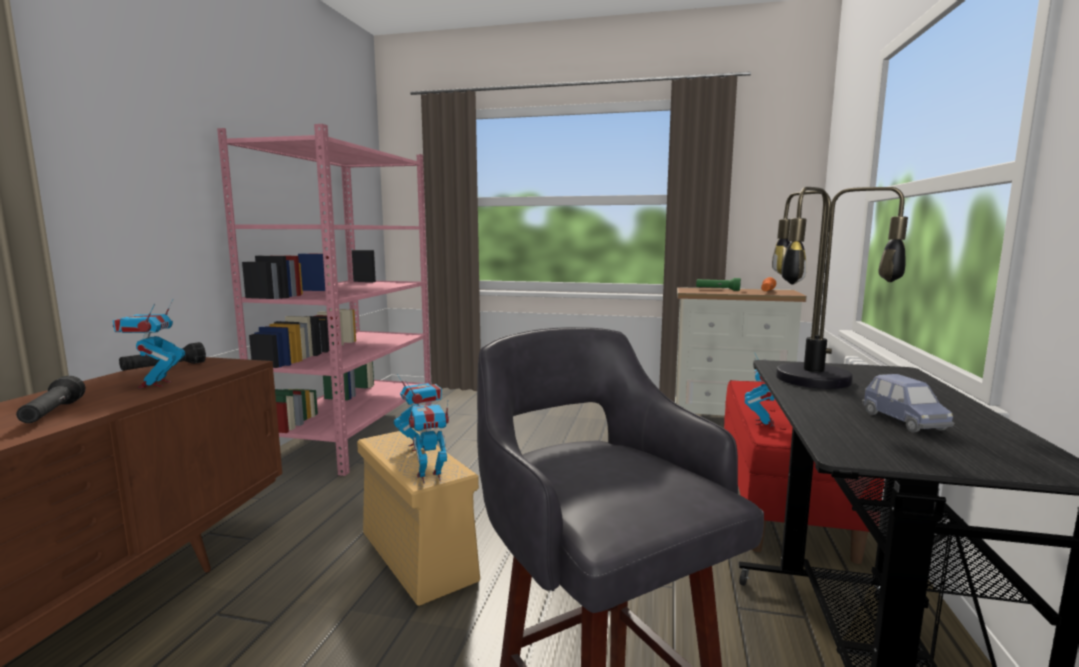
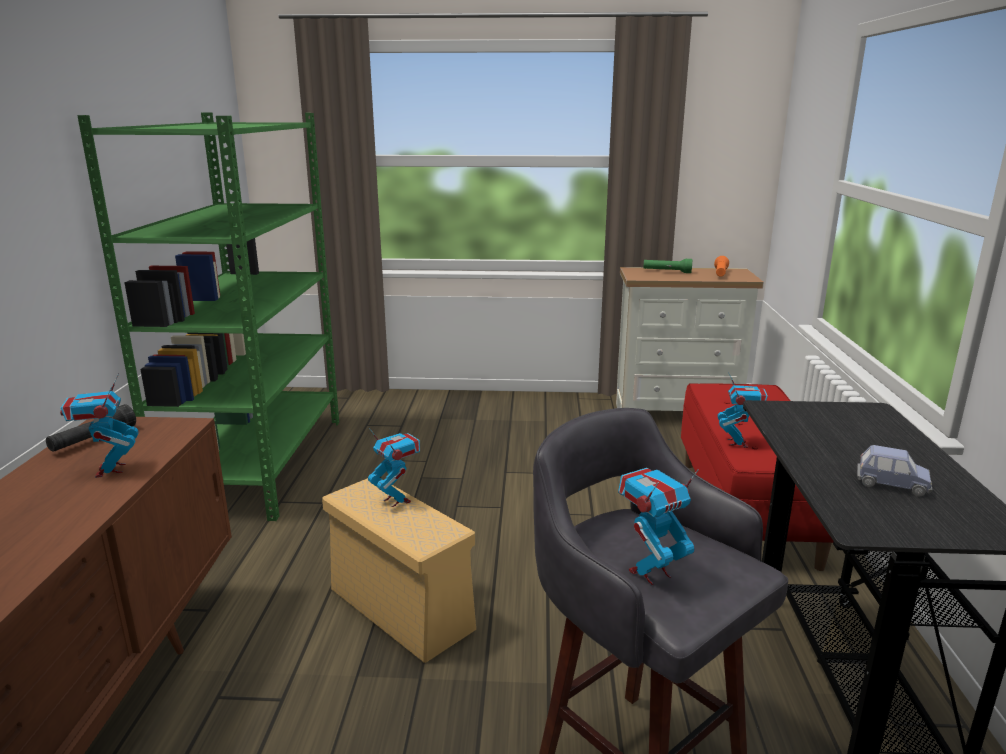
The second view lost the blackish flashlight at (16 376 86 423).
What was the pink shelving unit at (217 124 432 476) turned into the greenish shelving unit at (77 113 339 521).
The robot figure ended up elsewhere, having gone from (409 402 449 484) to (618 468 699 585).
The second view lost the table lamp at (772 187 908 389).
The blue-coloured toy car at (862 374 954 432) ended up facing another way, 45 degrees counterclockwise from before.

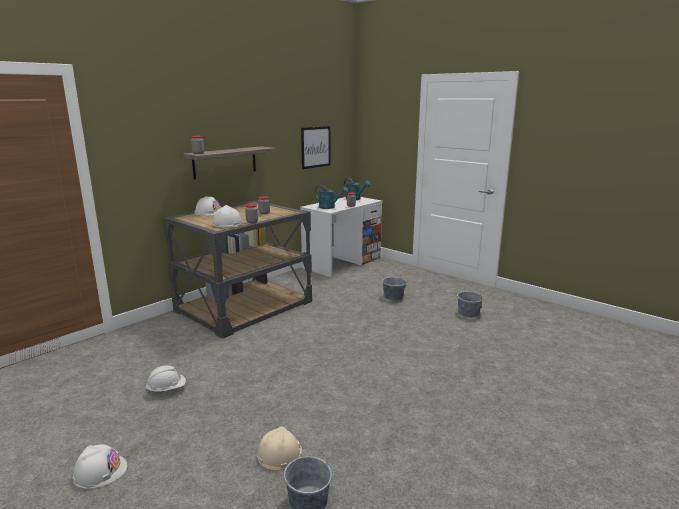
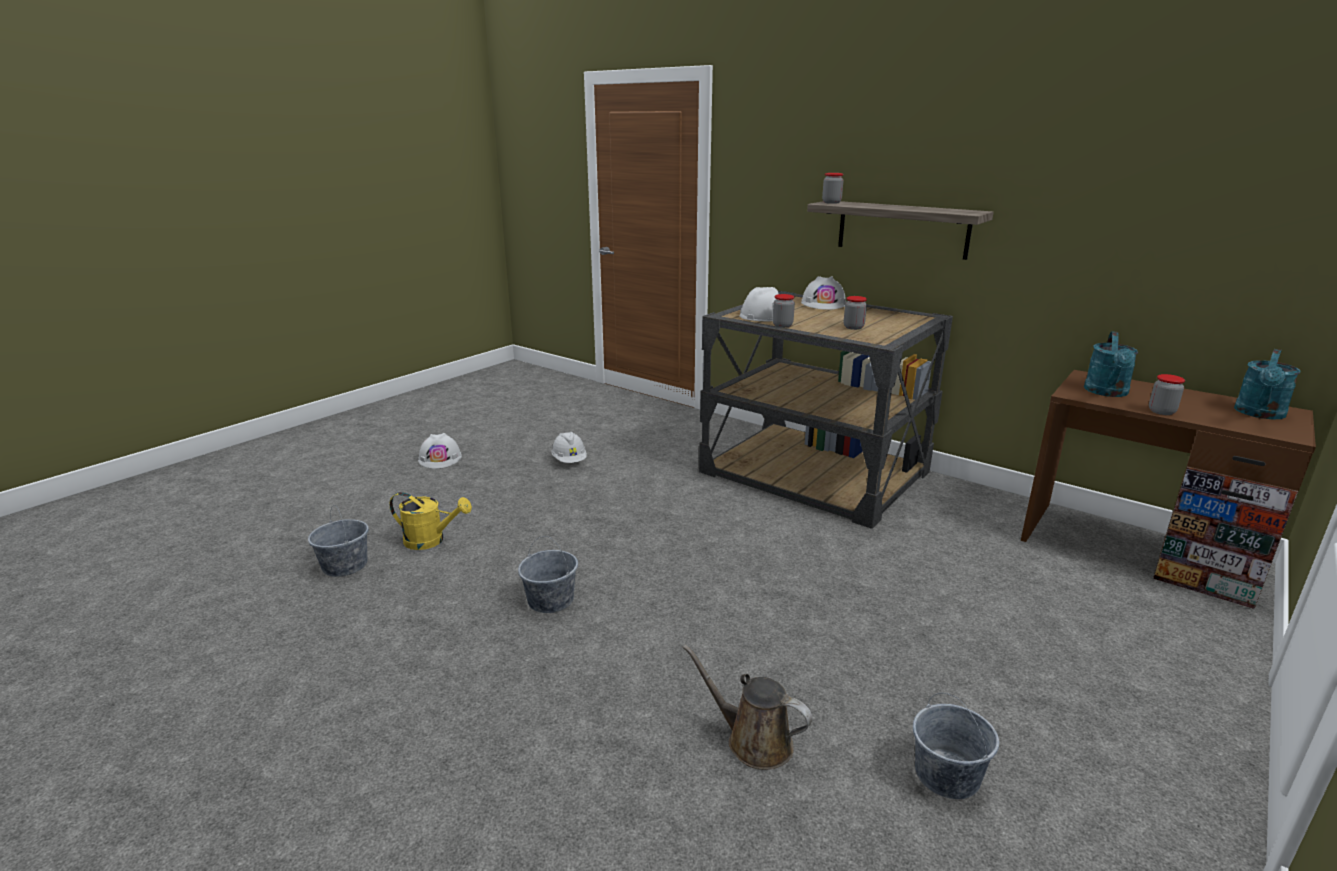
Where the sand-coloured hard hat stood at (257 426 302 470), the yellow watering can came to stand at (389 492 472 550).
What was the white desk table at (300 197 383 277) turned into the brownish desk table at (1021 370 1316 609).
The second view lost the wall picture at (301 126 331 169).
The greyish water bucket ended up elsewhere, having gone from (382 269 406 301) to (518 536 578 613).
The second view gained the brownish watering can at (682 644 813 770).

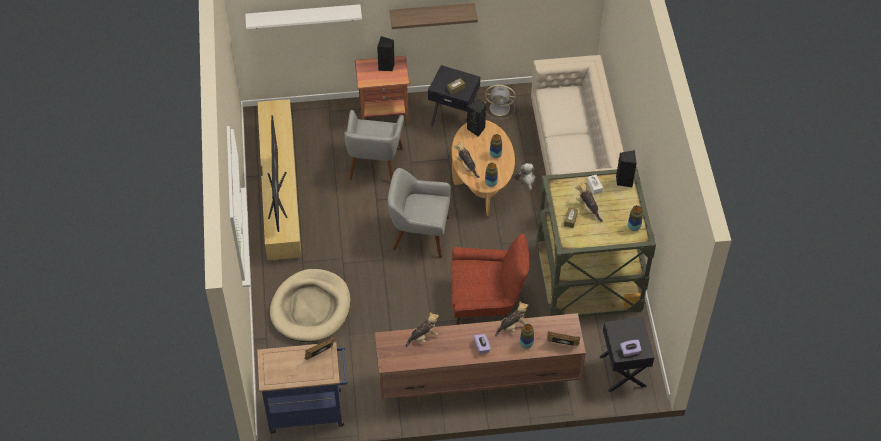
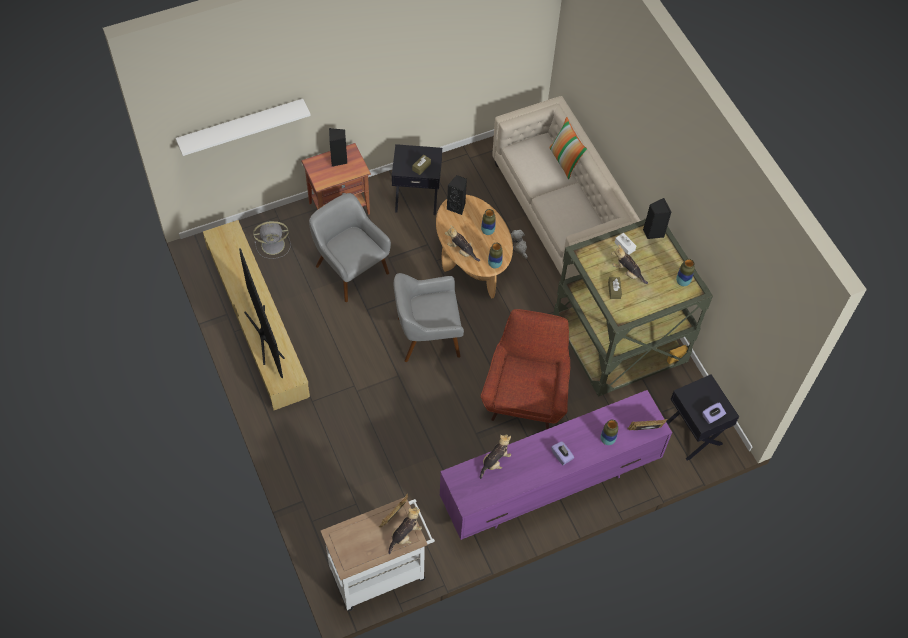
What was the blue-coloured trolley at (257 342 348 433) turned into the white trolley at (321 497 435 611).
The second view lost the sand-coloured pet bed at (270 269 351 342).
The greyish armchair at (344 110 404 180) ended up facing another way, 150 degrees clockwise from before.
What was the brownish cabinet at (375 313 586 402) turned into the purple cabinet at (440 390 672 540).
The second view lost the shelf at (390 3 478 29).
The red-coloured armchair at (451 233 529 325) ended up facing another way, 60 degrees counterclockwise from before.
The greyish cooling fan ended up elsewhere, having gone from (485 85 516 119) to (253 221 291 259).
The soft toy ended up elsewhere, having gone from (495 302 528 337) to (389 507 422 554).
The second view gained the throw pillow at (549 117 587 179).

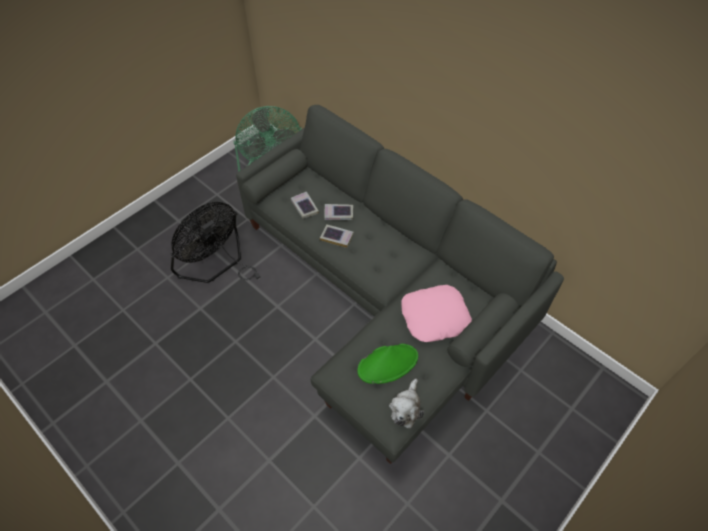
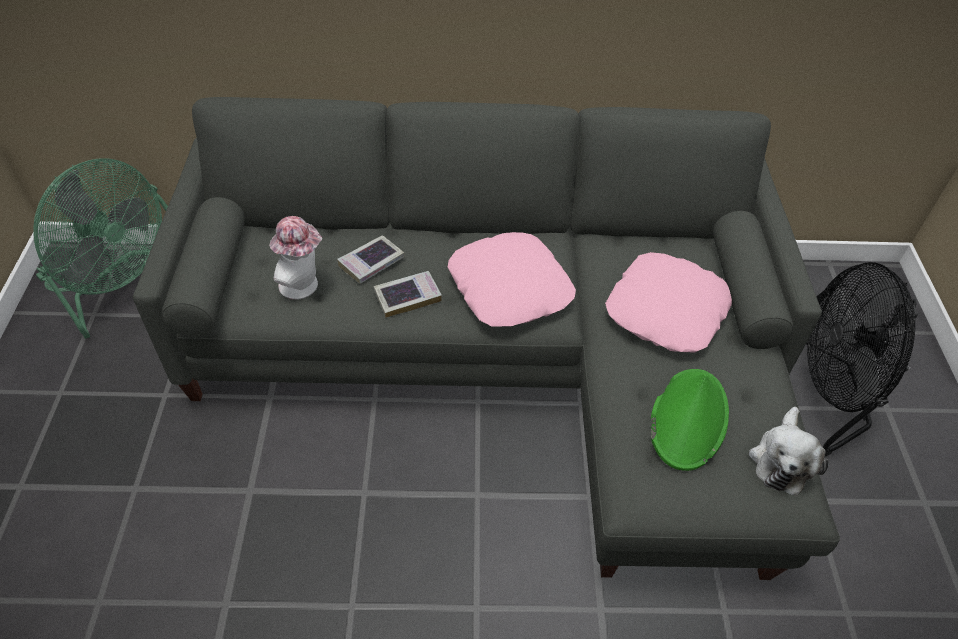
The blackish cooling fan ended up elsewhere, having gone from (171 202 260 283) to (806 262 918 456).
Where the bound book stood at (291 192 319 219), the clothing hat came to stand at (269 216 322 300).
The soft toy at (389 378 424 429) ended up facing another way, 45 degrees clockwise from before.
The second view gained the pink throw pillow at (448 232 576 327).

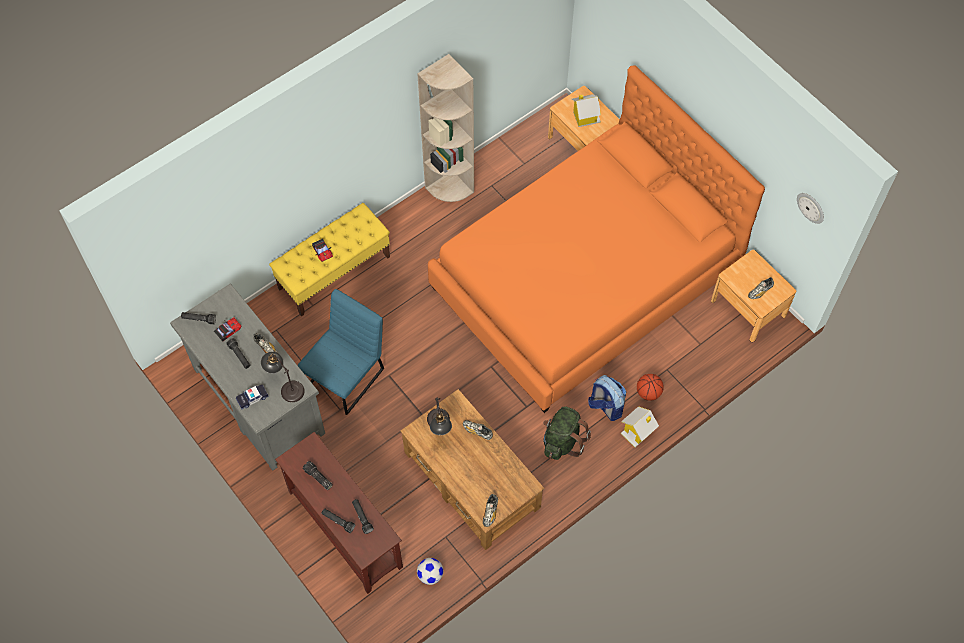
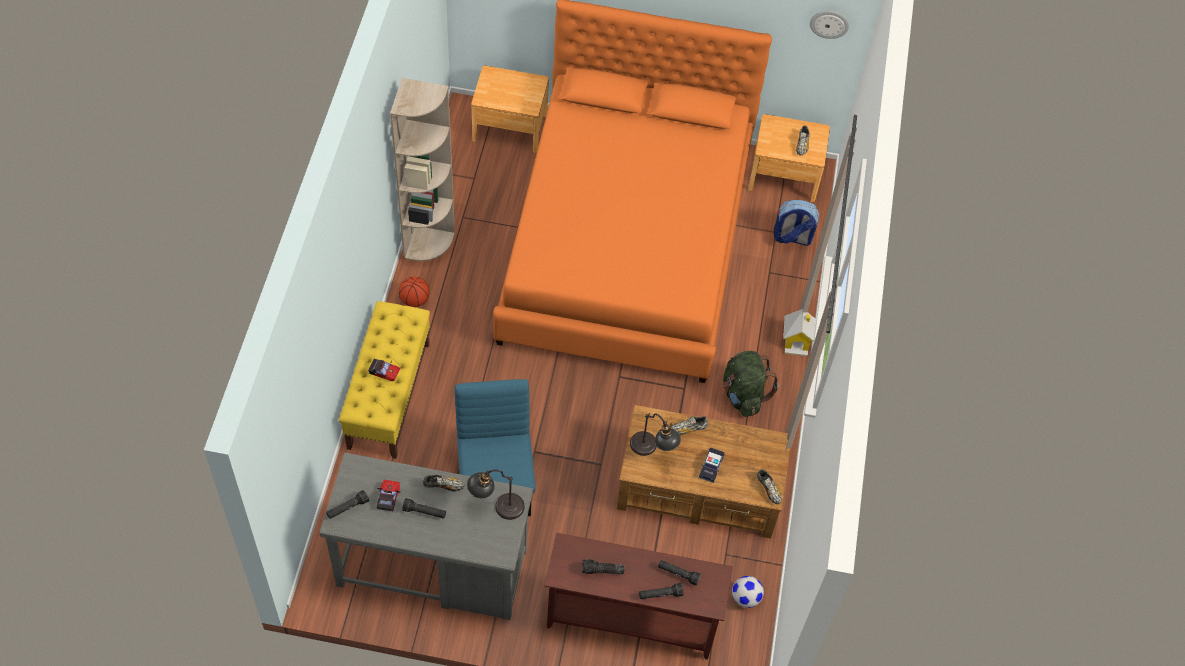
The toy car ended up elsewhere, having gone from (236 385 269 410) to (699 448 725 483).
The second view lost the model house at (572 94 601 127).
The knapsack ended up elsewhere, having gone from (588 375 626 421) to (774 200 819 246).
The basketball ball ended up elsewhere, having gone from (637 374 664 401) to (399 277 429 307).

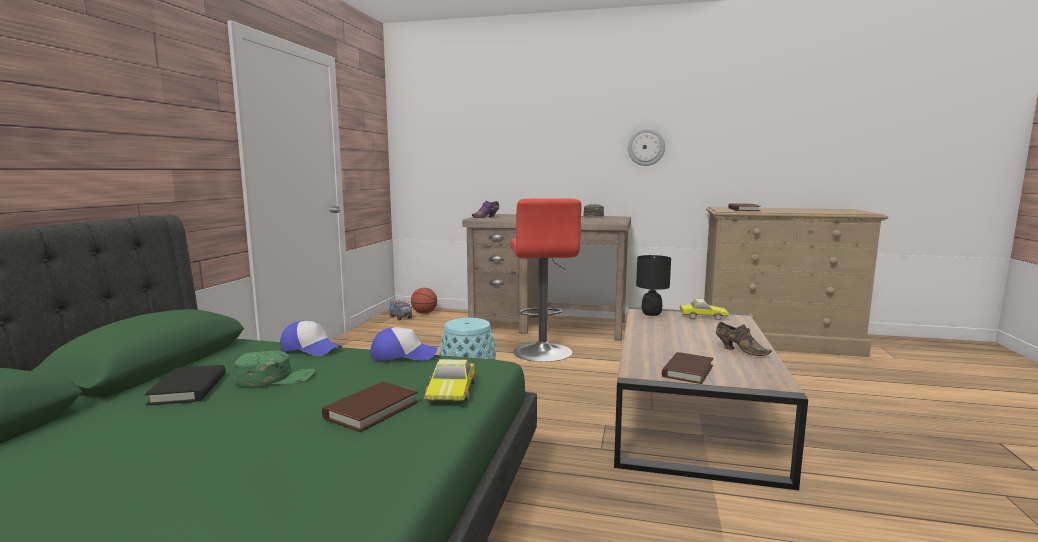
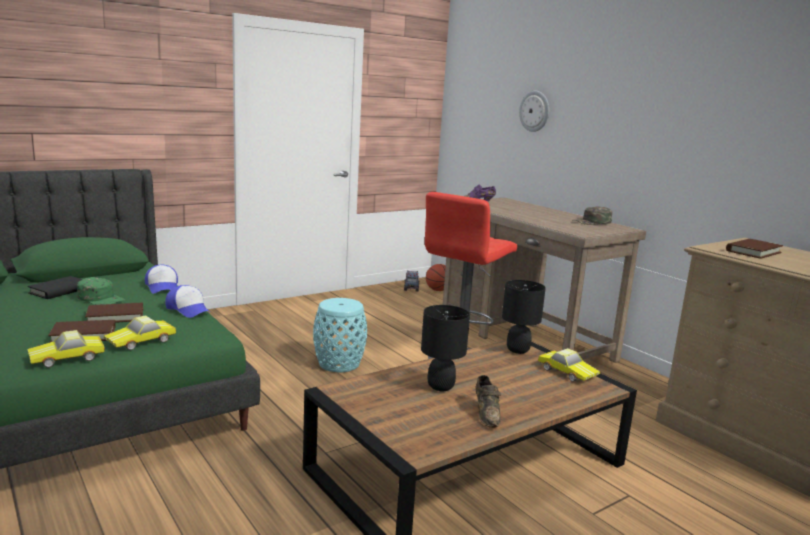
The wall clock ended up elsewhere, having gone from (628 129 665 166) to (519 91 549 132).
The brownish bound book ended up elsewhere, having gone from (662 352 713 384) to (85 303 143 323).
The second view gained the toy car at (28 330 105 368).
The second view gained the blackish table lamp at (421 305 470 391).

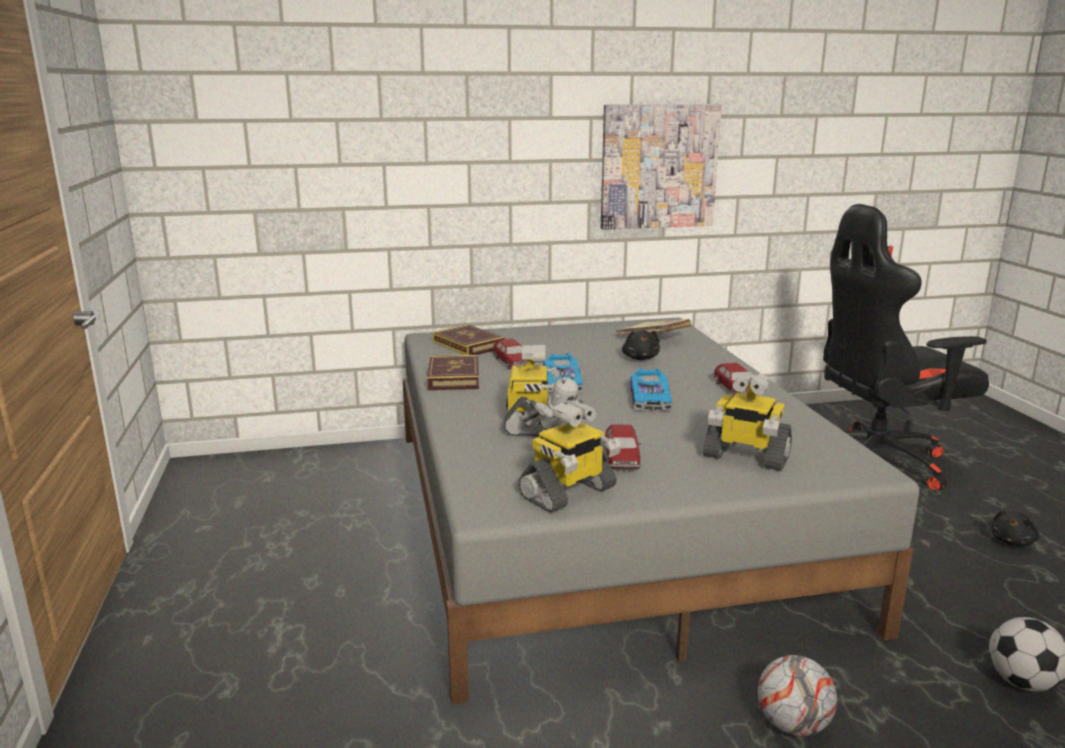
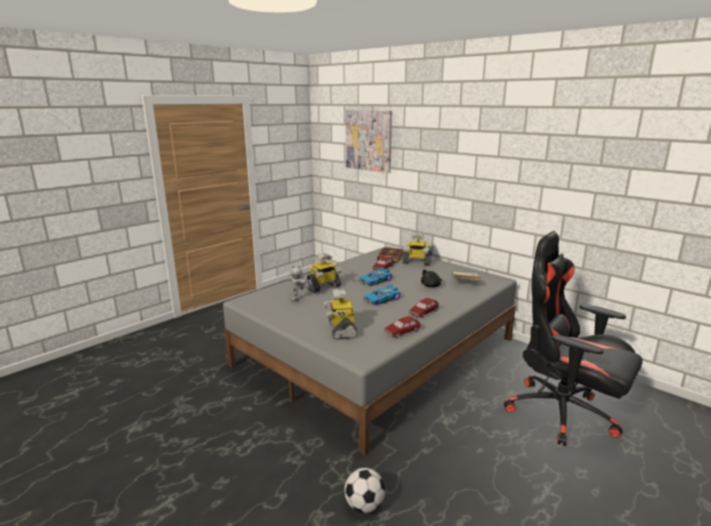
The second view lost the bound book at (427 355 479 390).
The robot figure ended up elsewhere, having gone from (518 400 621 513) to (403 233 432 266).
The wall picture ended up elsewhere, having gone from (601 104 722 230) to (346 110 392 173).
The toy car ended up elsewhere, having gone from (605 425 641 469) to (384 316 421 338).
The second view lost the football ball at (758 655 837 736).
The second view lost the blackish soft toy at (992 510 1039 546).

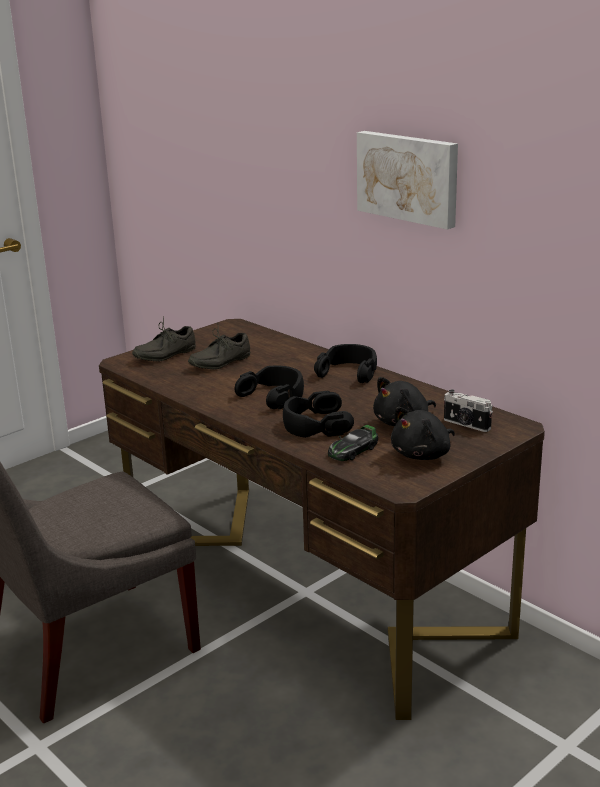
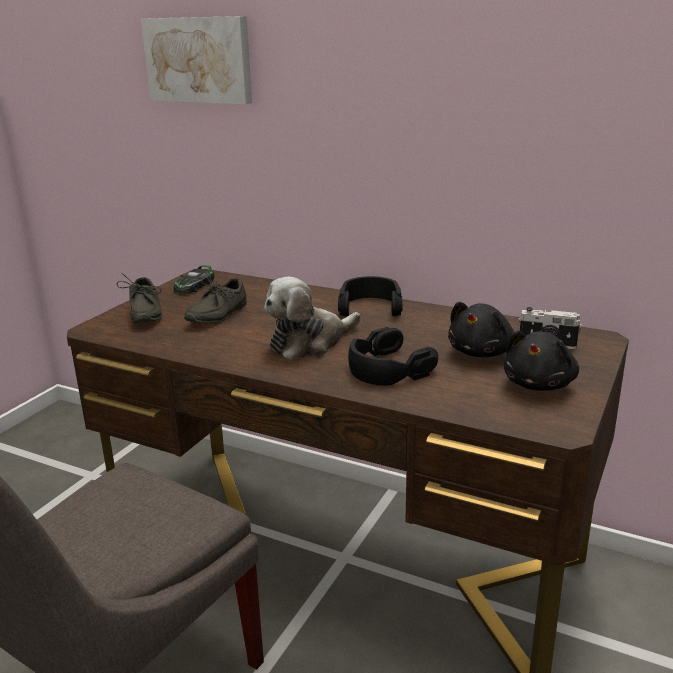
The greyish item of footwear at (132 316 196 362) ended up facing another way, 45 degrees counterclockwise from before.
Where the blackish pair of headphones stood at (235 366 304 409), the soft toy came to stand at (264 277 361 360).
The toy car ended up elsewhere, having gone from (328 425 378 461) to (174 265 214 294).
The wall picture ended up elsewhere, having gone from (357 131 458 230) to (141 16 252 104).

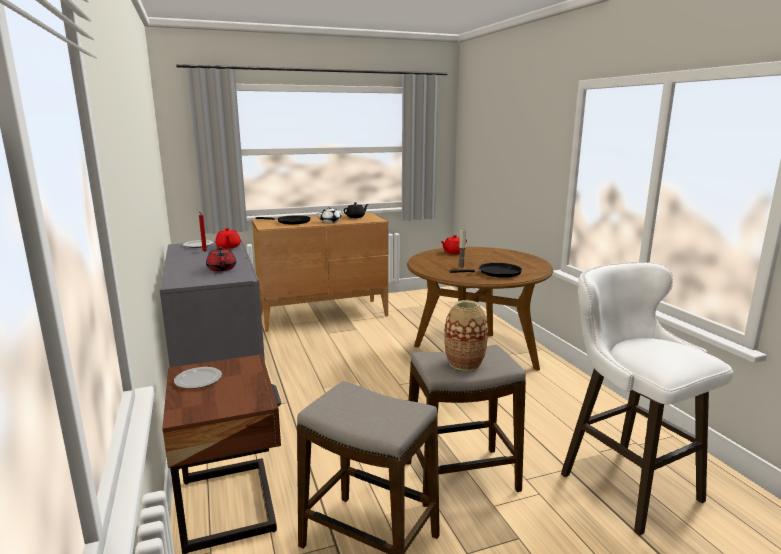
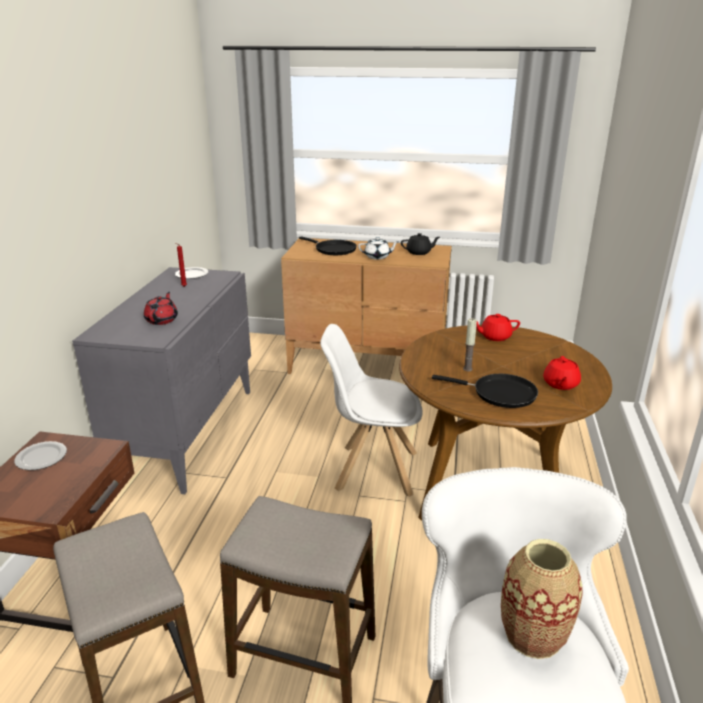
The red-coloured tea pot ended up elsewhere, having gone from (215 228 241 249) to (543 356 581 390).
The decorative vase ended up elsewhere, having gone from (444 300 488 371) to (501 539 583 659).
The second view gained the white plain chair at (320 324 423 497).

